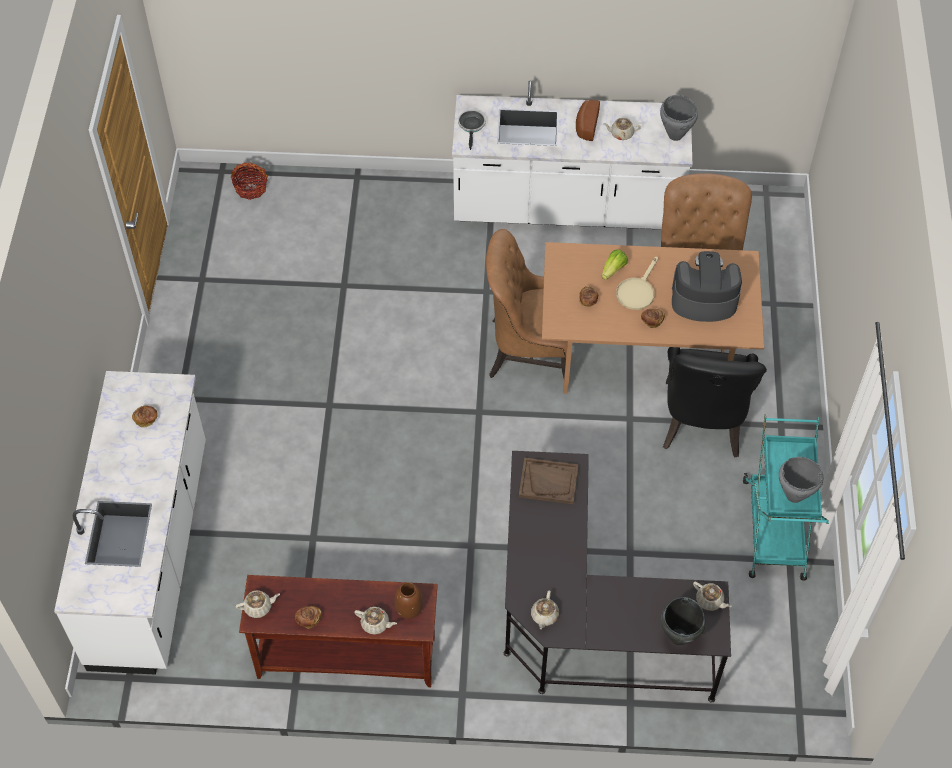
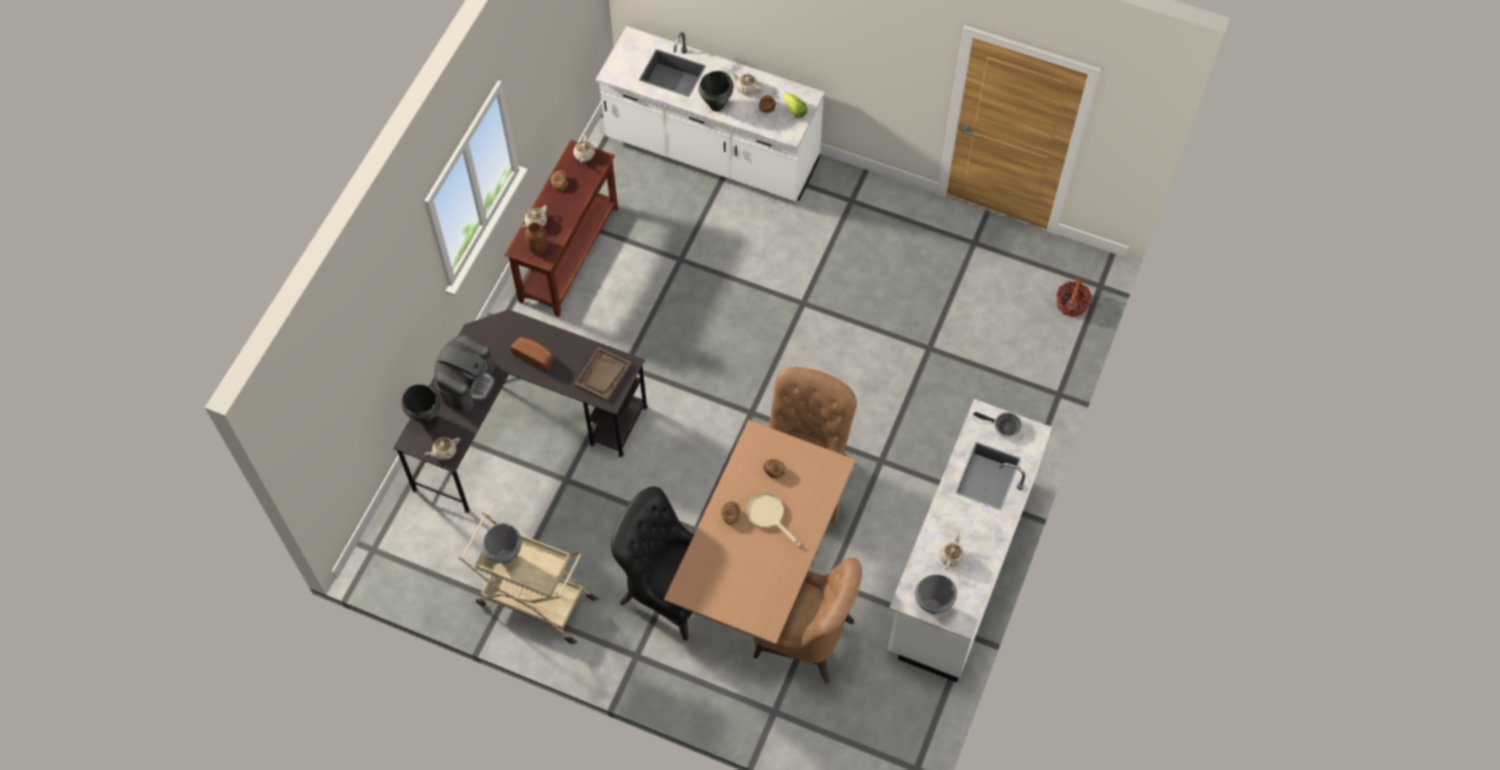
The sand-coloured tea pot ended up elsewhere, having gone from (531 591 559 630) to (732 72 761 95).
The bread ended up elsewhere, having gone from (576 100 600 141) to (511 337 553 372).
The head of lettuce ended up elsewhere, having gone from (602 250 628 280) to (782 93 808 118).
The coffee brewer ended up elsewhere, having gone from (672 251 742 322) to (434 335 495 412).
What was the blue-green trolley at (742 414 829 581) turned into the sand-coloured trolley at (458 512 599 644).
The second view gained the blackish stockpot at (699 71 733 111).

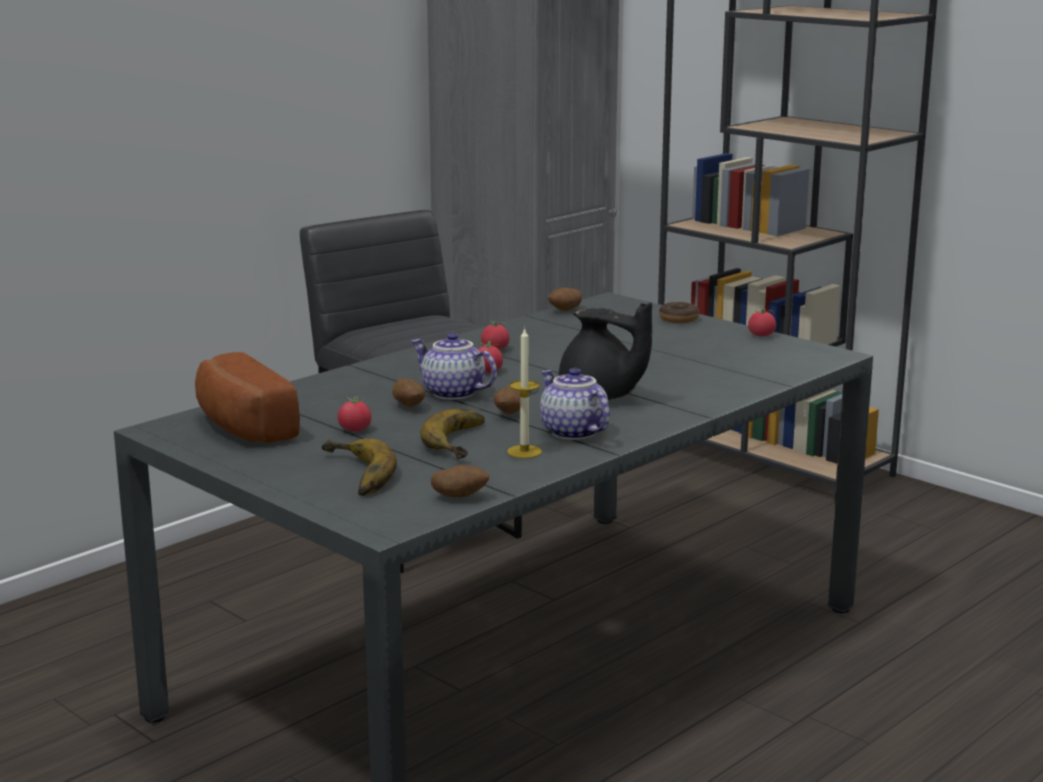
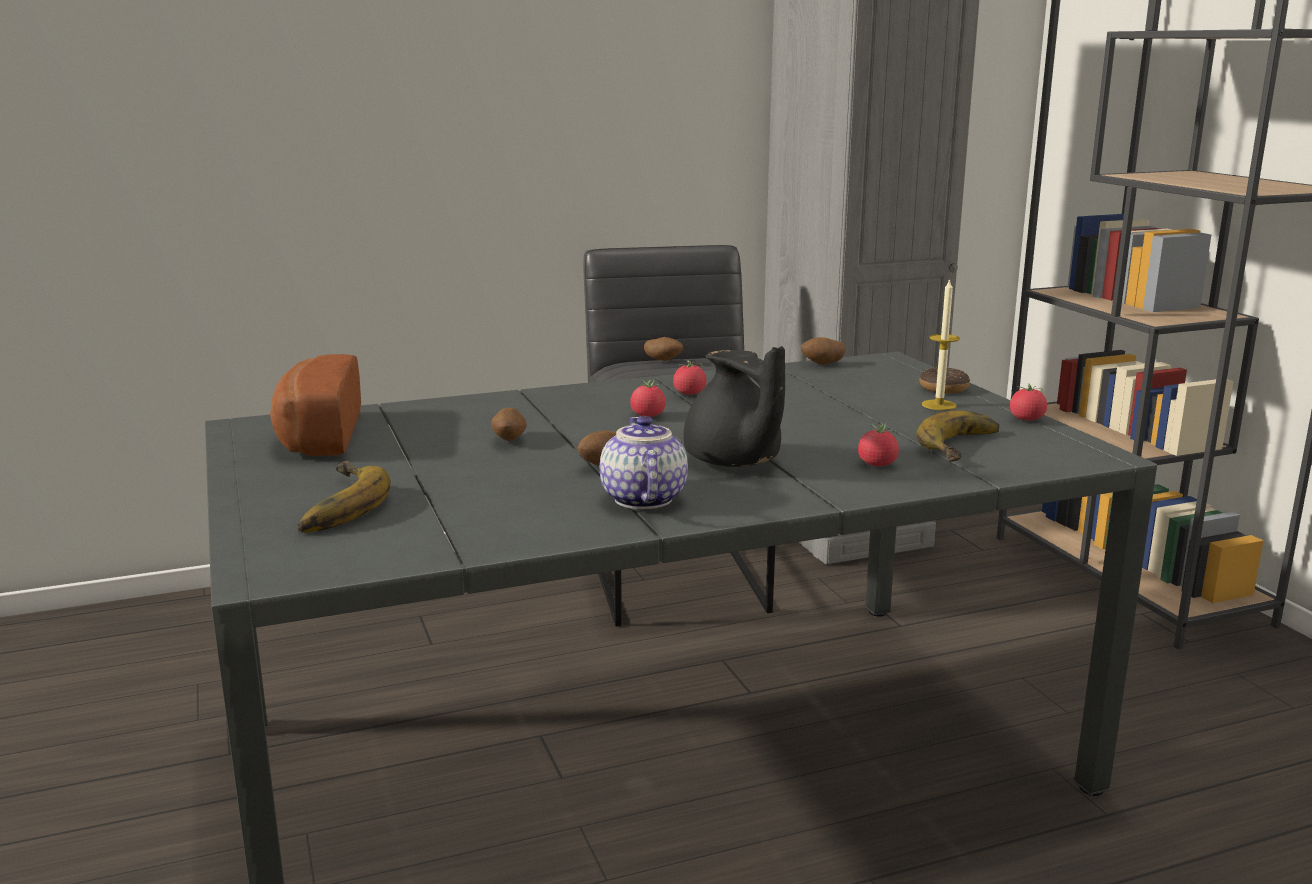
The tomato ended up elsewhere, having gone from (338 394 371 431) to (858 422 899 466).
The second view lost the tea pot at (411 333 497 400).
The banana fruit ended up elsewhere, having gone from (420 409 484 459) to (916 410 999 461).
The spud ended up elsewhere, having gone from (431 465 489 498) to (644 337 683 361).
The wax candle ended up elsewhere, having gone from (507 327 542 458) to (922 279 960 410).

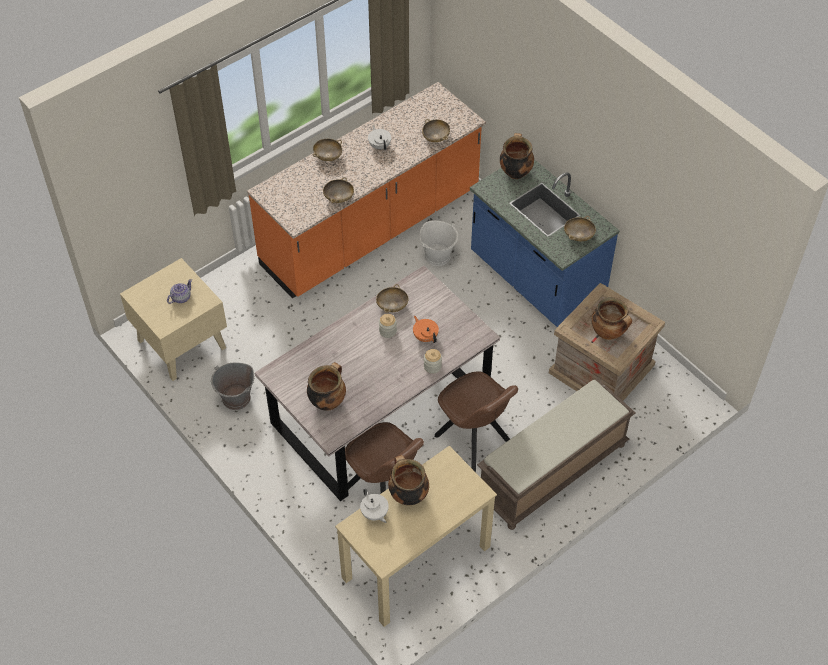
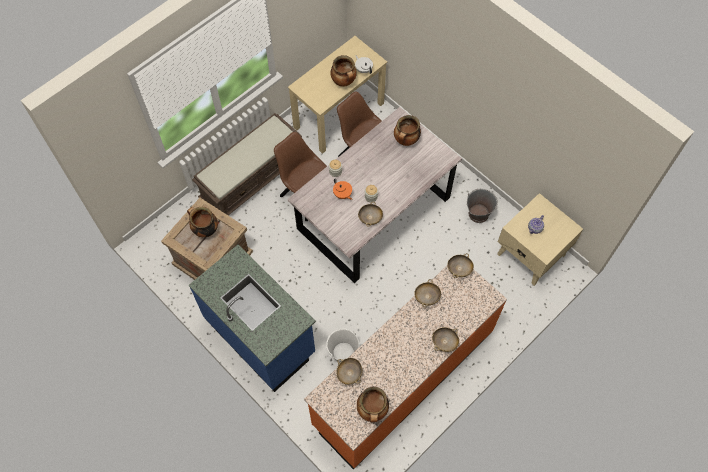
The second view lost the white tea pot at (368 125 391 150).
The stockpot ended up elsewhere, having gone from (500 133 534 179) to (357 387 389 422).
The sand-coloured deep dish ended up elsewhere, having gone from (564 216 596 241) to (447 253 474 278).

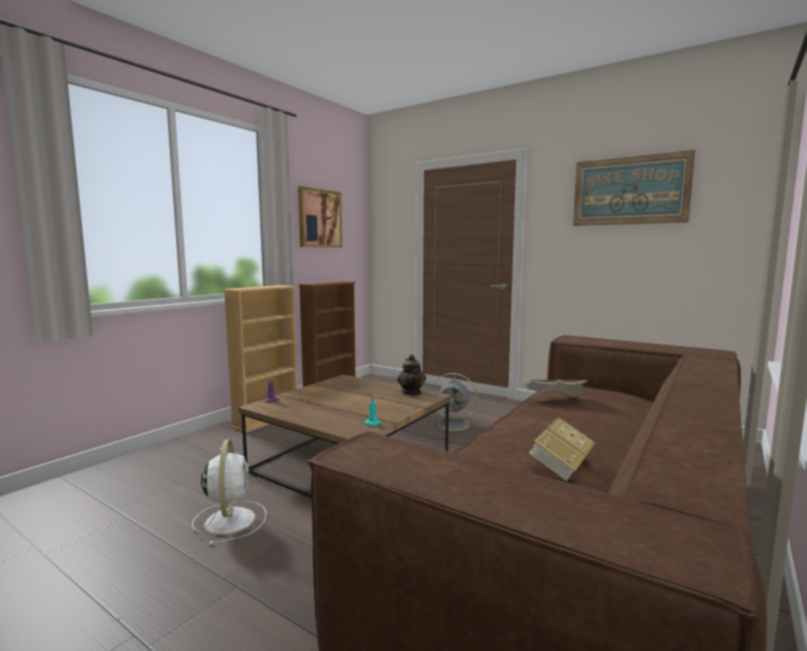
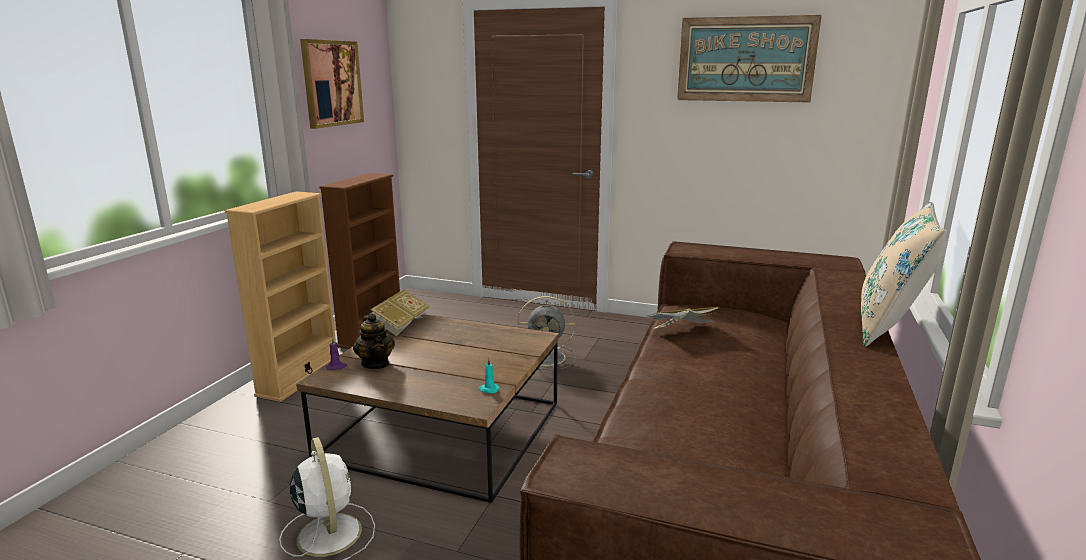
The tea pot ended up elsewhere, having gone from (397 354 426 395) to (353 313 395 369).
The bound book ended up elsewhere, having gone from (529 417 595 481) to (370 290 431 336).
The second view gained the sand-coloured throw pillow at (861 202 947 346).

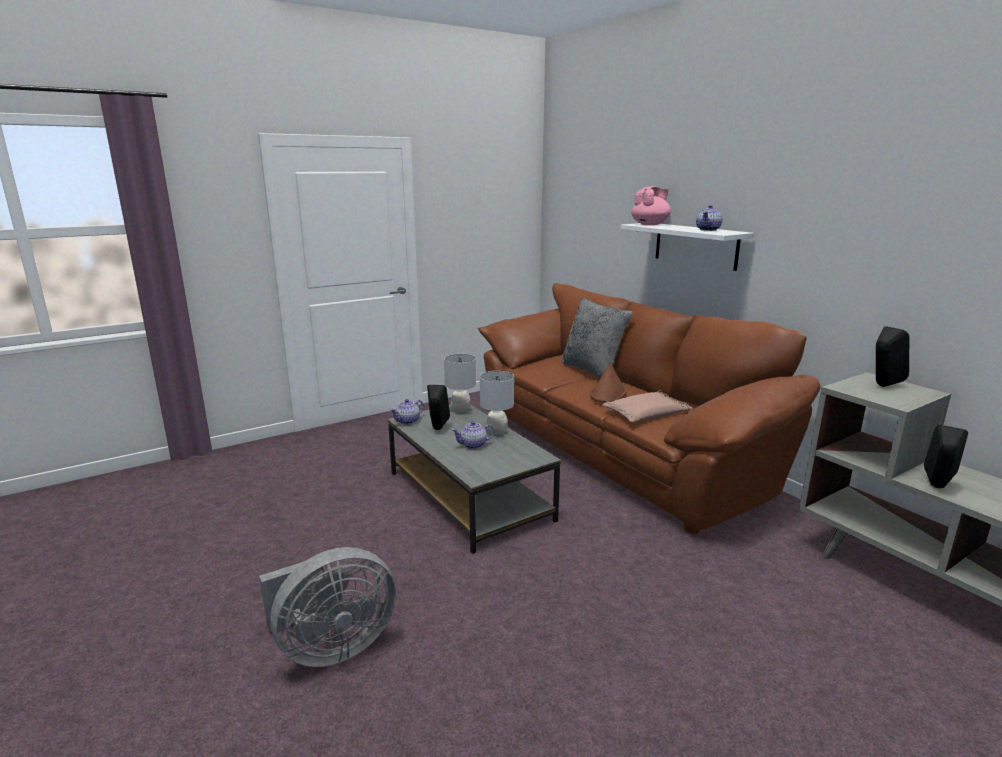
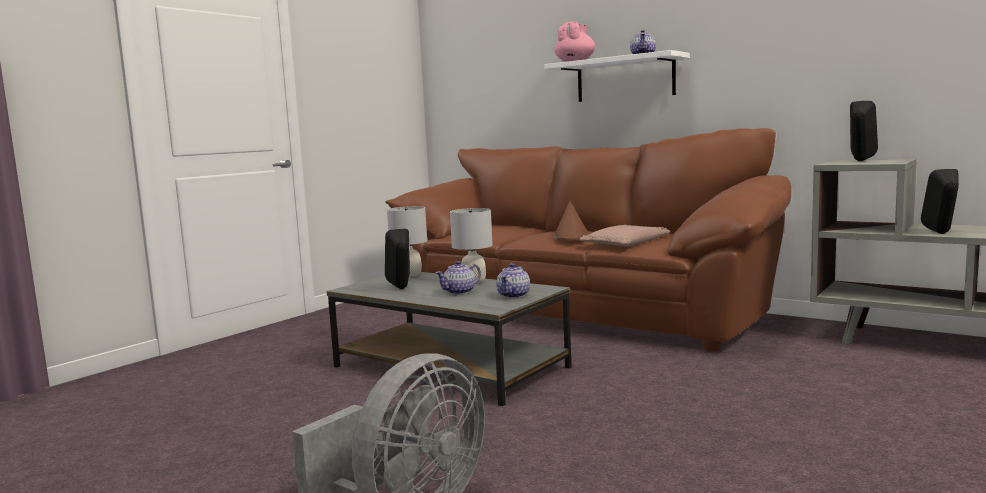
The tea pot ended up elsewhere, having gone from (390 399 424 425) to (497 263 530 298).
The second view lost the greyish throw pillow at (562 298 633 378).

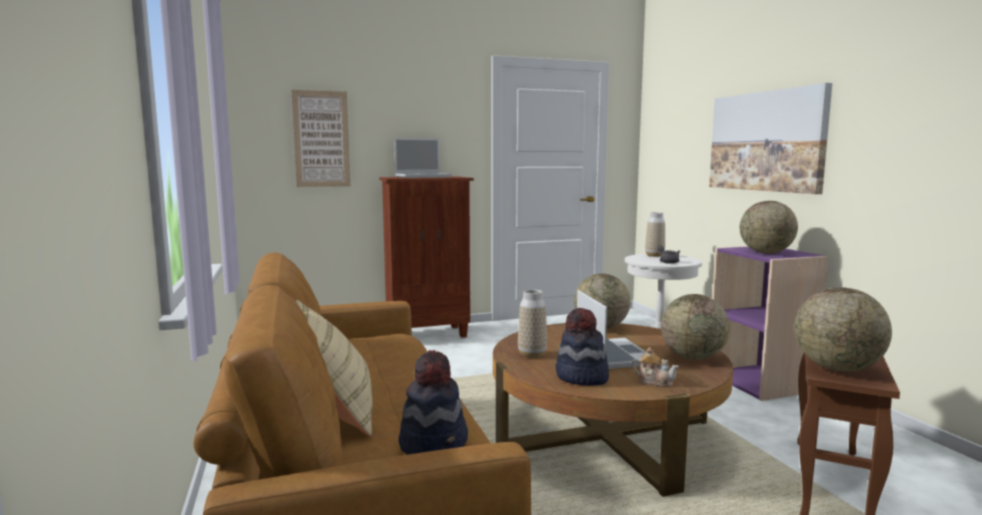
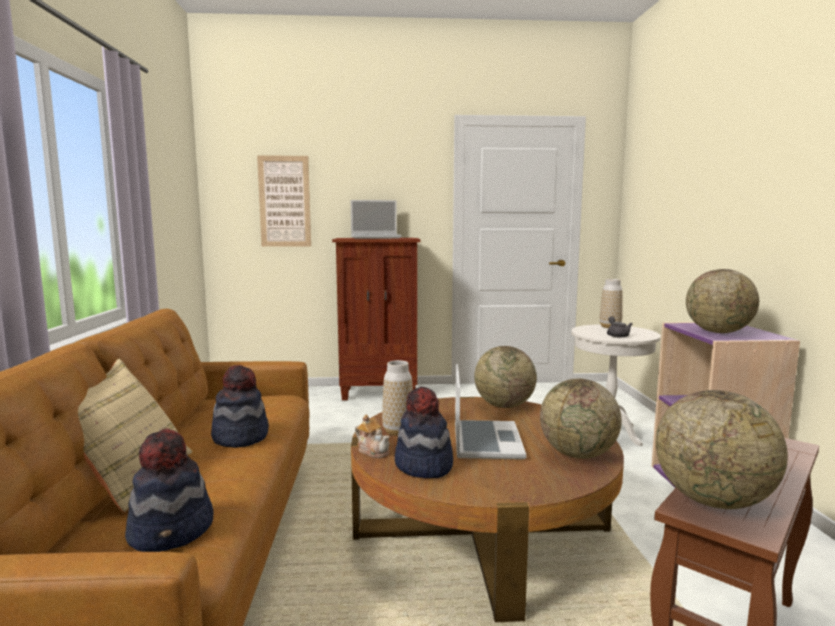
The tea pot ended up elsewhere, having gone from (632 347 679 387) to (355 414 390 458).
The second view lost the wall picture at (709 83 832 194).
The second view gained the clothing hat at (211 365 269 448).

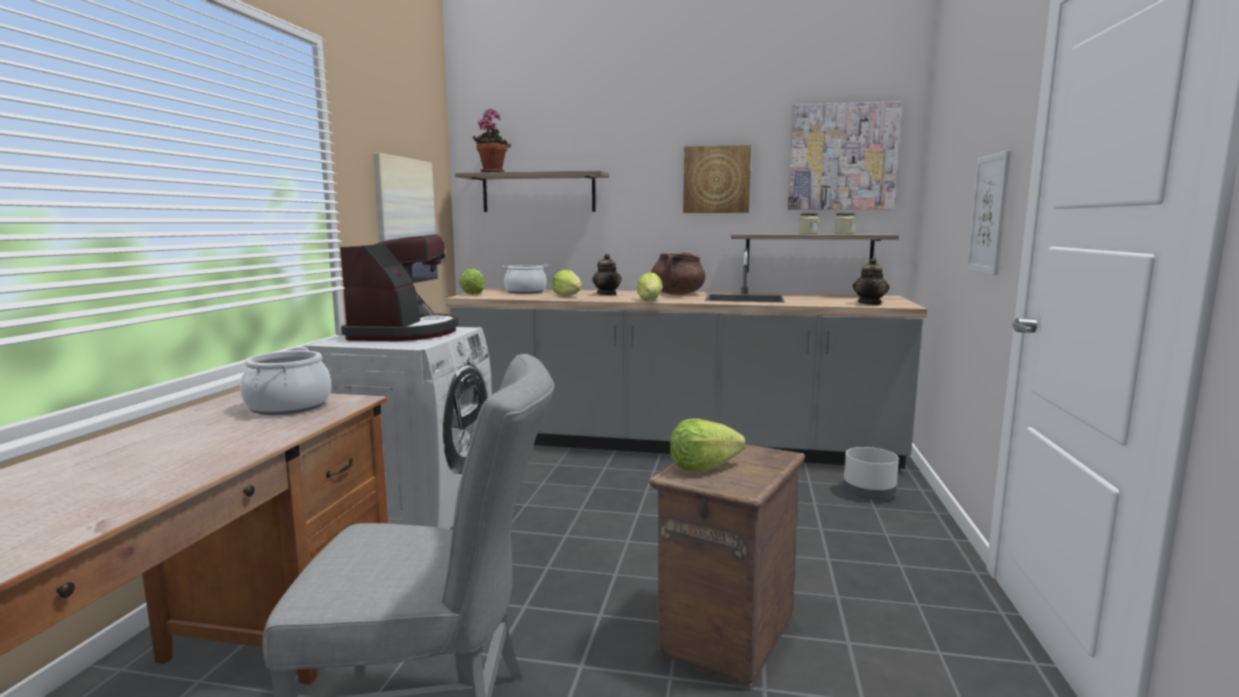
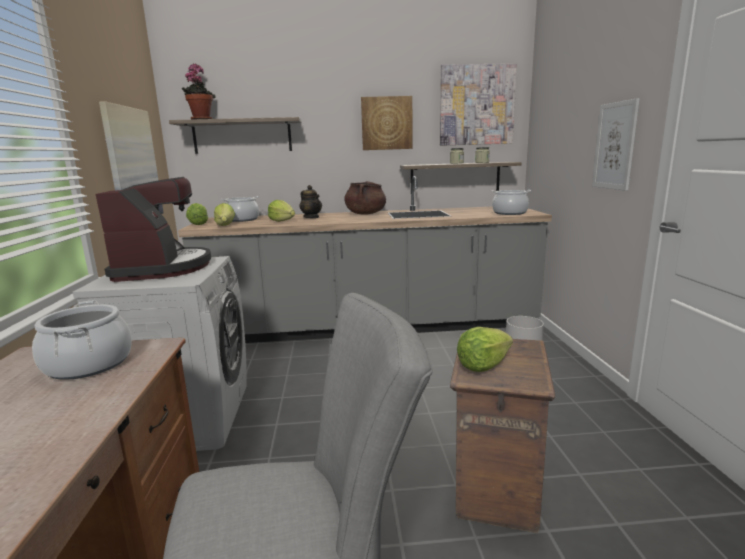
The head of lettuce ended up elsewhere, having gone from (637 272 663 300) to (214 203 235 226).
Where the tea pot stood at (853 258 890 305), the stockpot came to stand at (491 190 531 215).

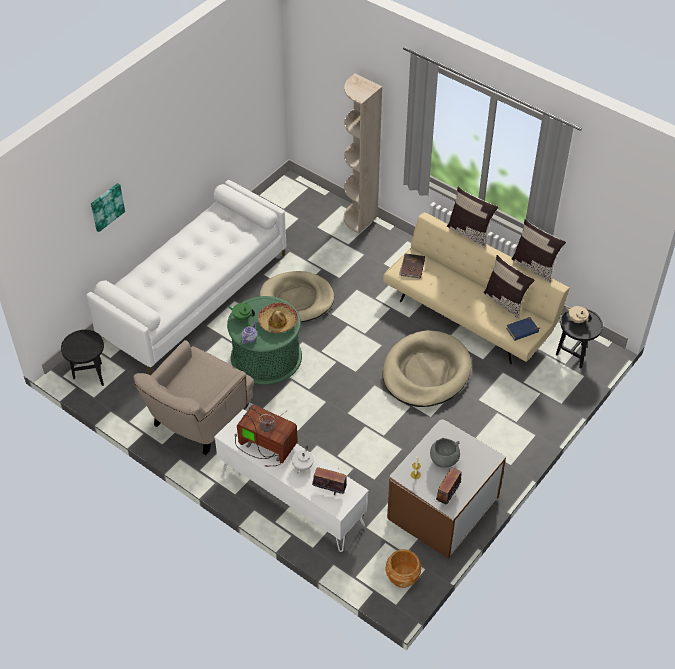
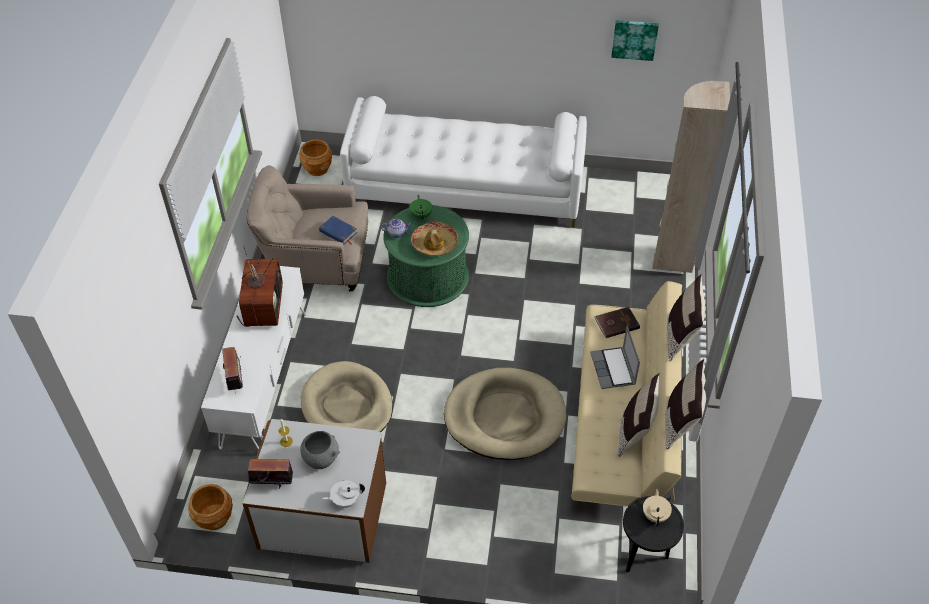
Where the blackish side table stood at (61 330 104 386), the brownish plant pot came to stand at (299 139 332 176).
The wall picture ended up elsewhere, having gone from (91 183 125 232) to (611 20 659 61).
The sand-coloured pet bed ended up elsewhere, having gone from (259 271 334 322) to (301 361 393 433).
The white tea pot ended up elsewhere, having gone from (292 445 314 473) to (322 480 365 508).
The blue-coloured bound book ended up elsewhere, having gone from (506 317 541 341) to (319 216 357 245).
The second view gained the laptop at (590 326 640 389).

